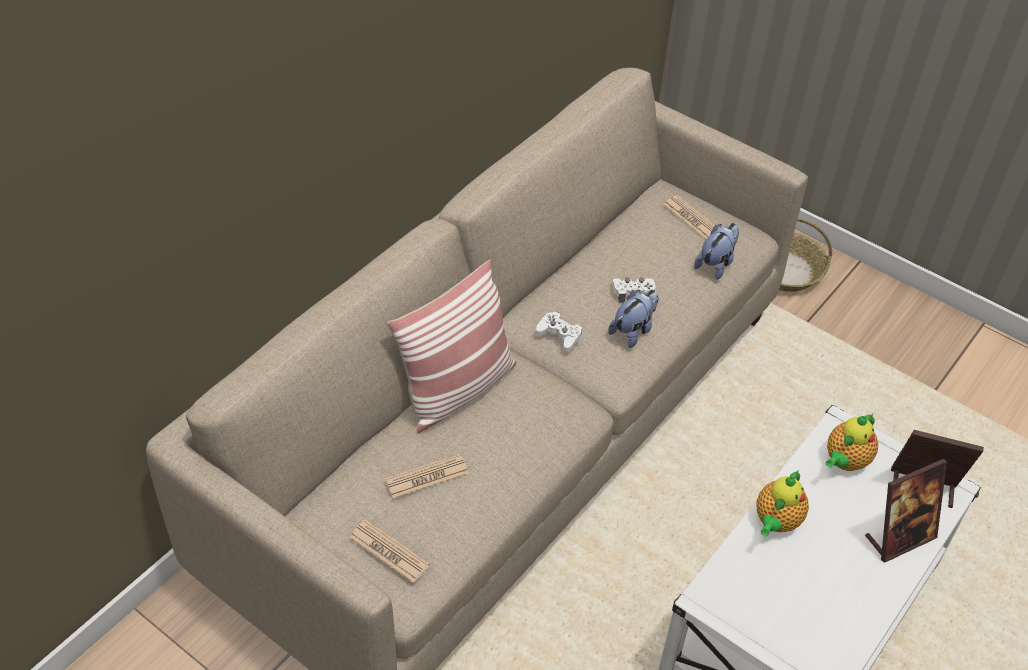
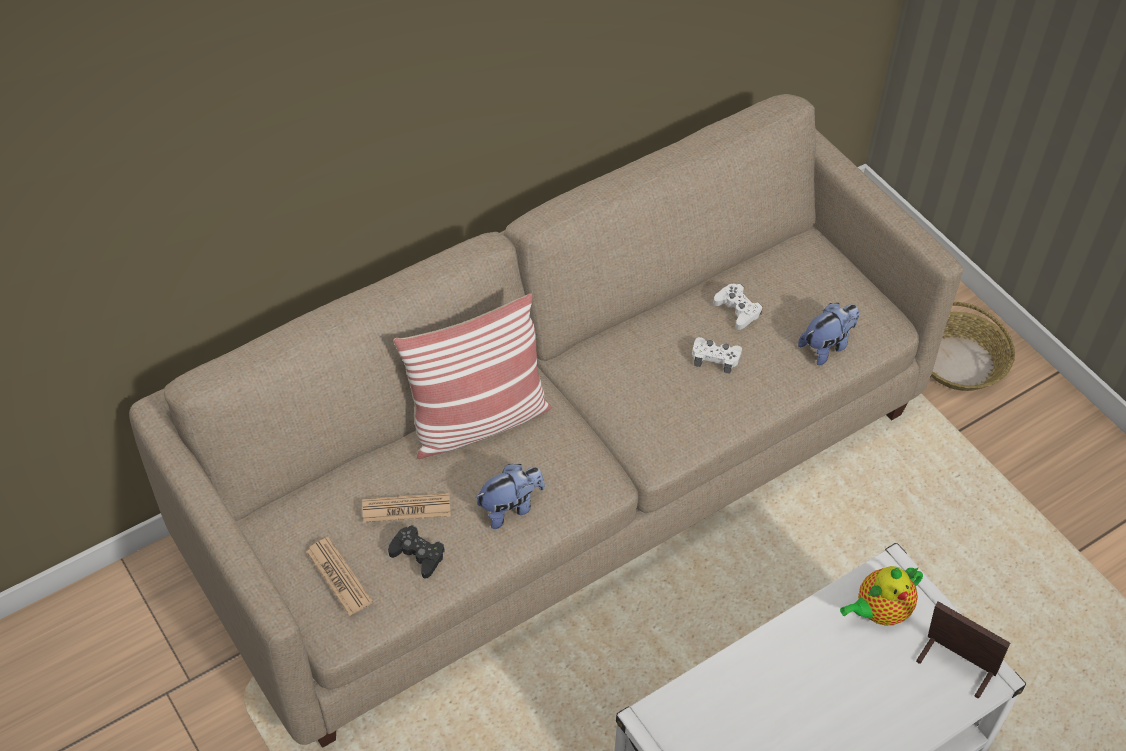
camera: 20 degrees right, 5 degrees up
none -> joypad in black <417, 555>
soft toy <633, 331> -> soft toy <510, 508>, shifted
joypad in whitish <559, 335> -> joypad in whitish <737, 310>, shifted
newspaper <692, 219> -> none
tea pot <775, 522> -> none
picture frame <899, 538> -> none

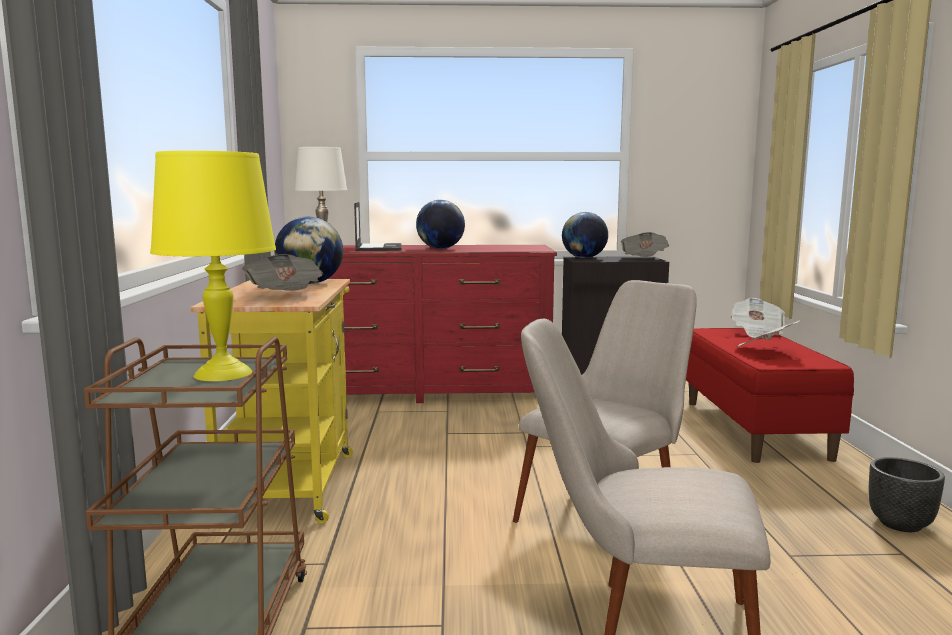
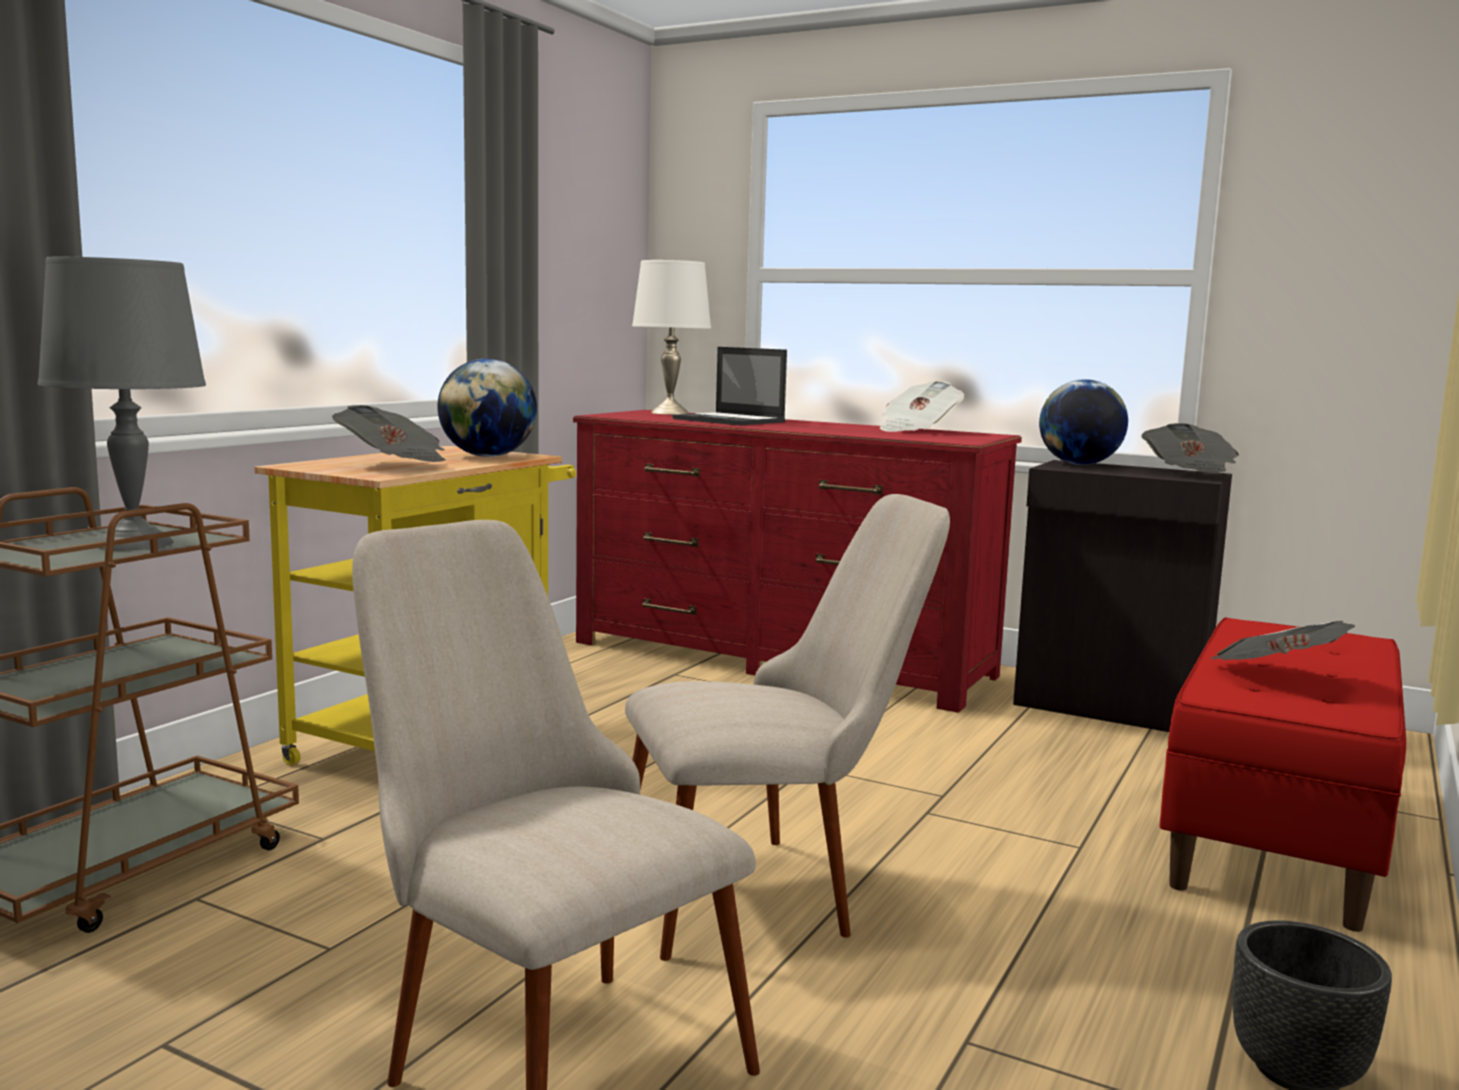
camera: 30 degrees right, 0 degrees up
table lamp in yellowish <223, 374> -> table lamp in gray <133, 543>
notebook computer <379, 248> -> notebook computer <730, 420>, 105 degrees clockwise
newspaper <756, 332> -> newspaper <917, 430>, shifted
desk globe <440, 248> -> none

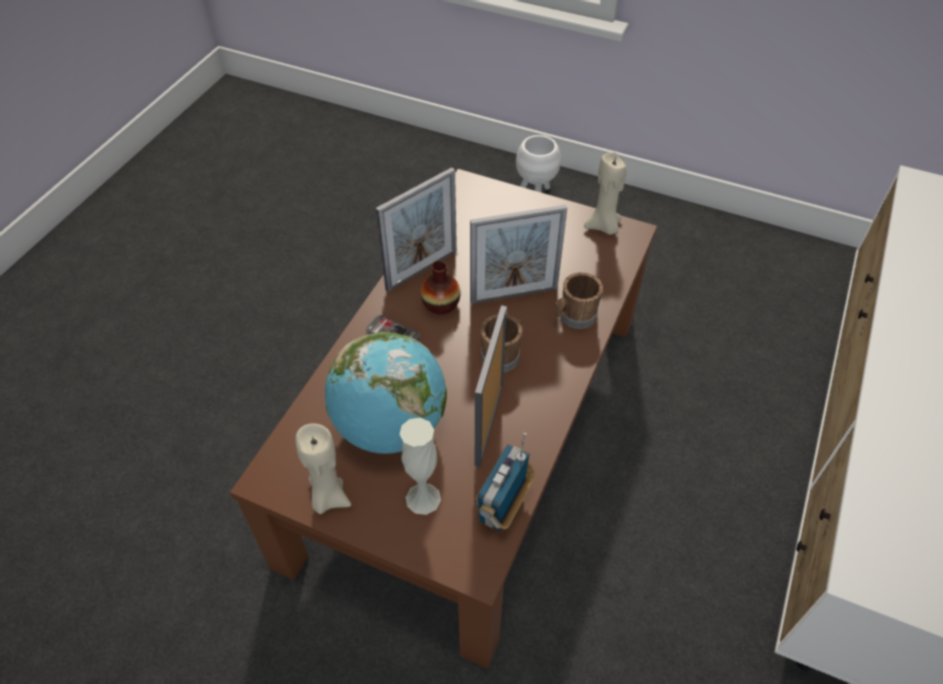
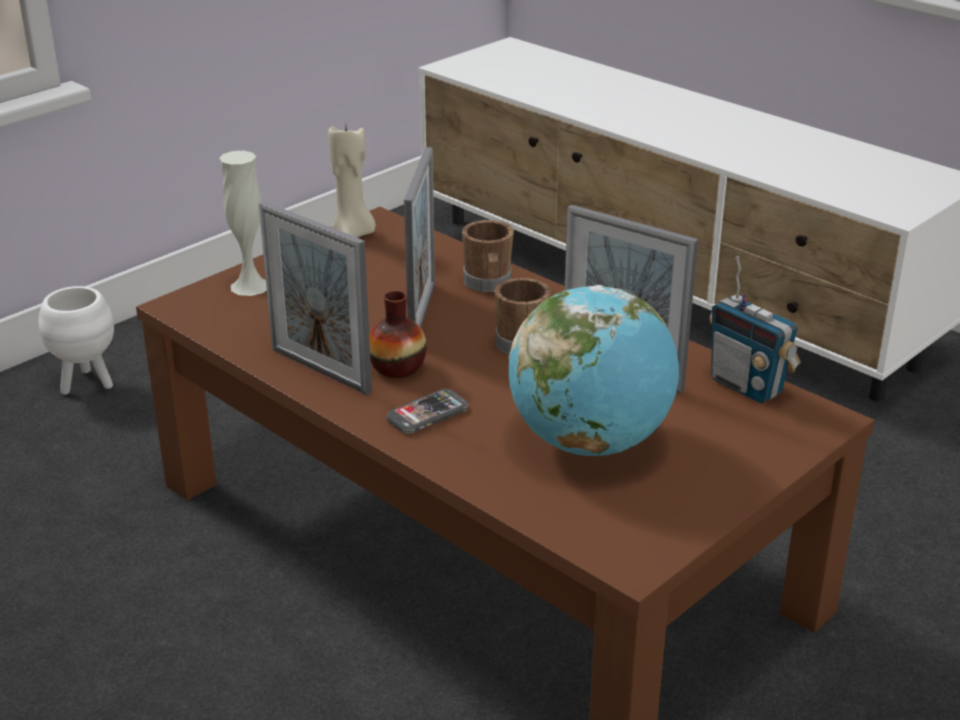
camera: 70 degrees left, 20 degrees down
vase in whitish <423, 498> -> vase in whitish <250, 286>, shifted
picture frame <421, 270> -> picture frame <320, 370>, 150 degrees clockwise
candle in sand-coloured <328, 497> -> none

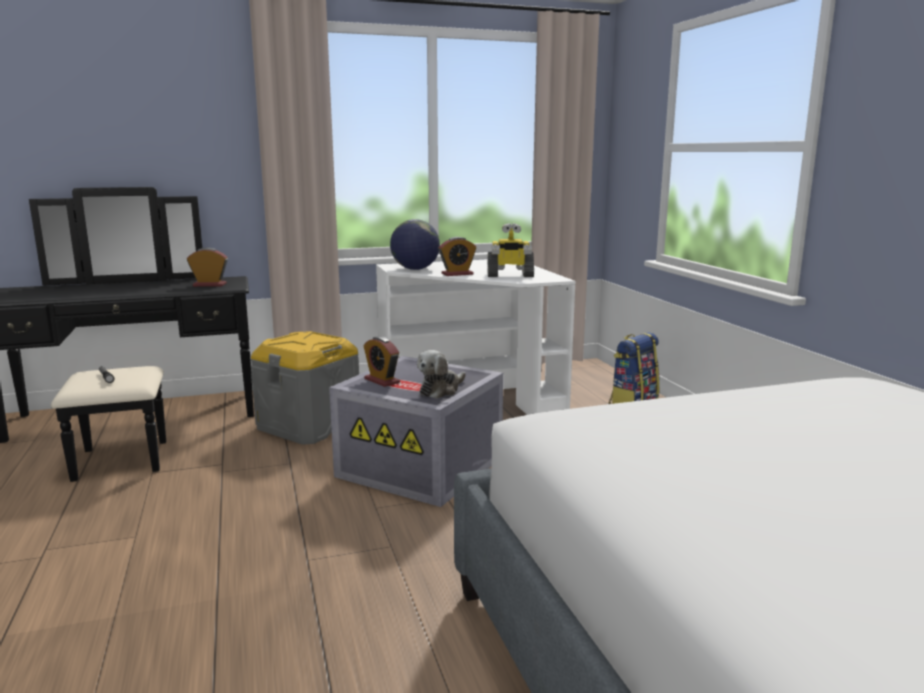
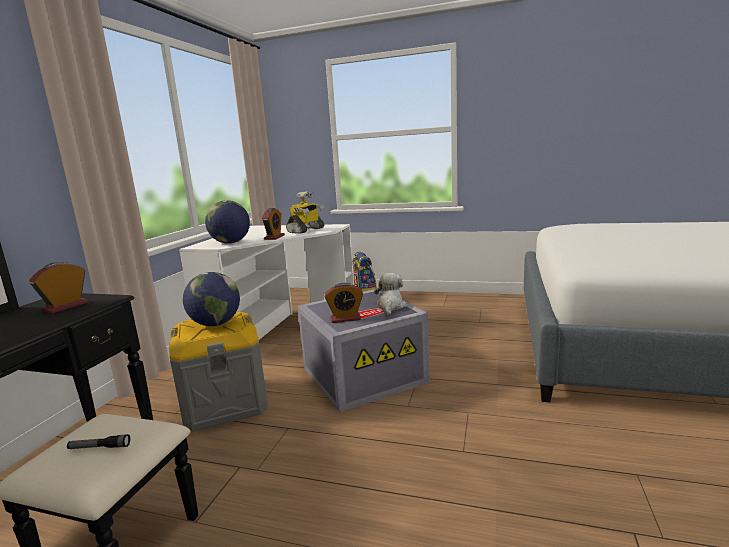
camera: 55 degrees left, 0 degrees up
none -> desk globe <215, 324>
soft toy <441, 390> -> soft toy <390, 306>, 150 degrees counterclockwise

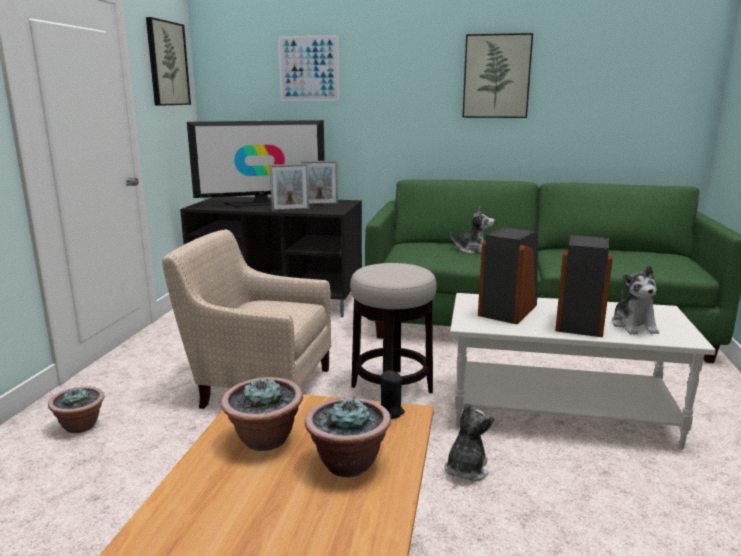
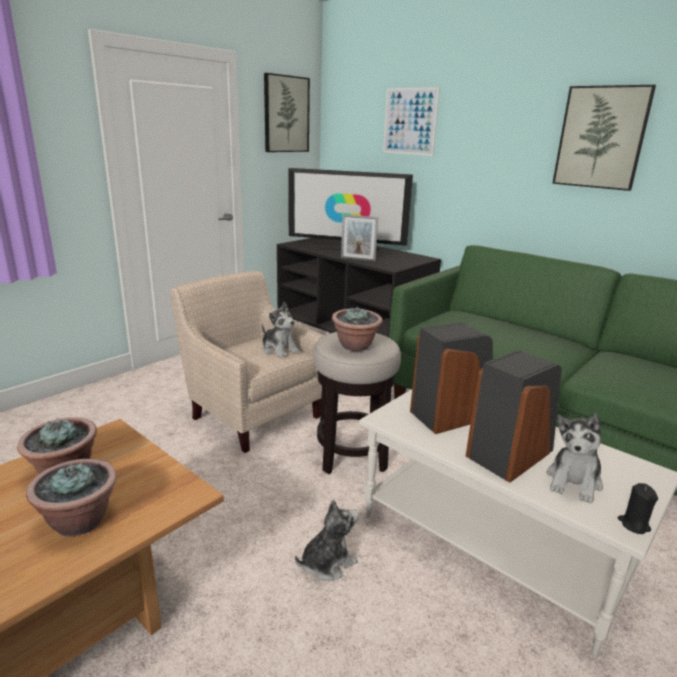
camera: 30 degrees right, 5 degrees up
soft toy <472, 250> -> soft toy <279, 350>, shifted
potted plant <81, 426> -> potted plant <356, 346>, shifted
candle in black <390, 412> -> candle in black <633, 524>, shifted
picture frame <320, 204> -> none

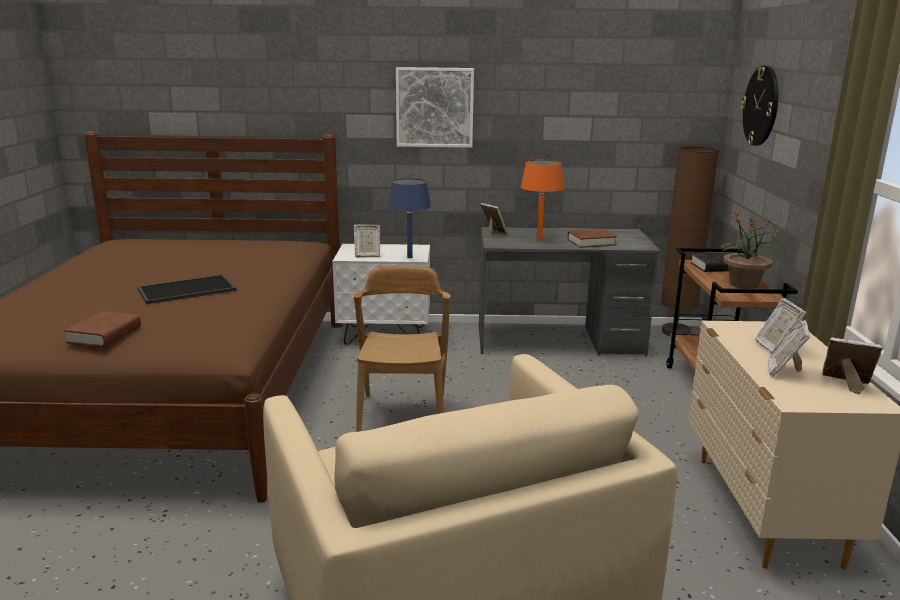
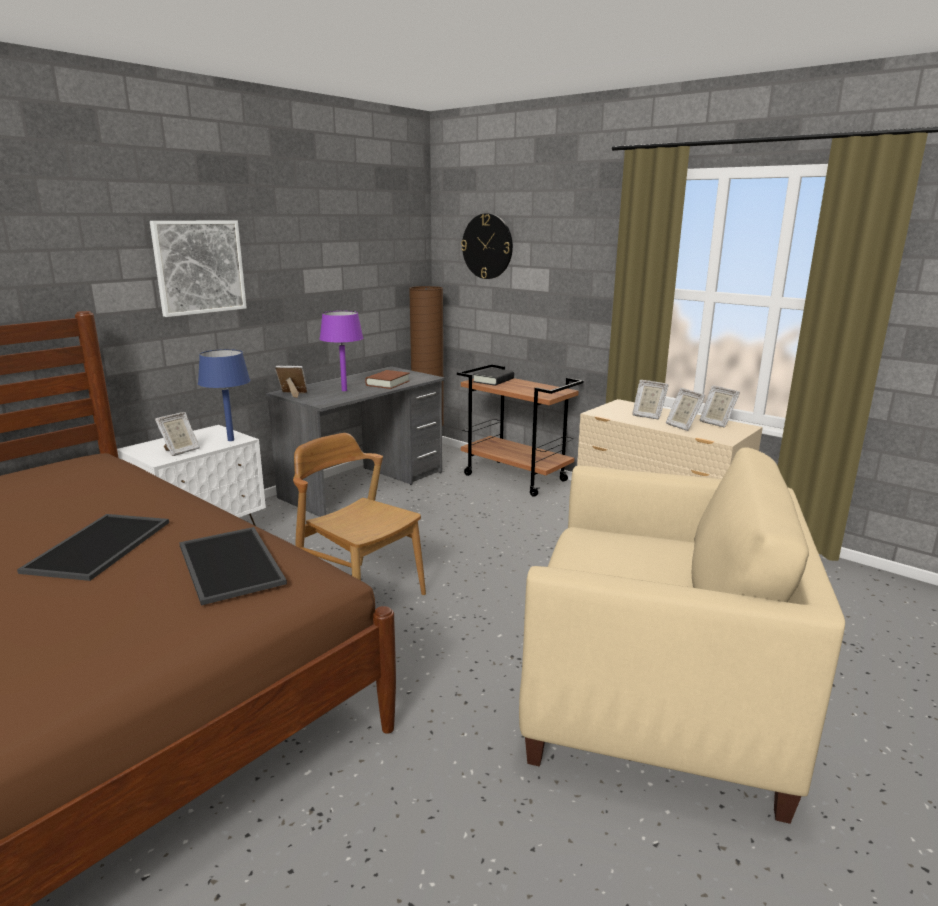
camera: 50 degrees left, 0 degrees up
none -> serving tray <228, 564>
table lamp in orange-coloured <539, 239> -> table lamp in purple-coloured <344, 390>
picture frame <846, 385> -> picture frame <716, 423>, 105 degrees counterclockwise
book in brownish <104, 335> -> none
potted plant <744, 284> -> none

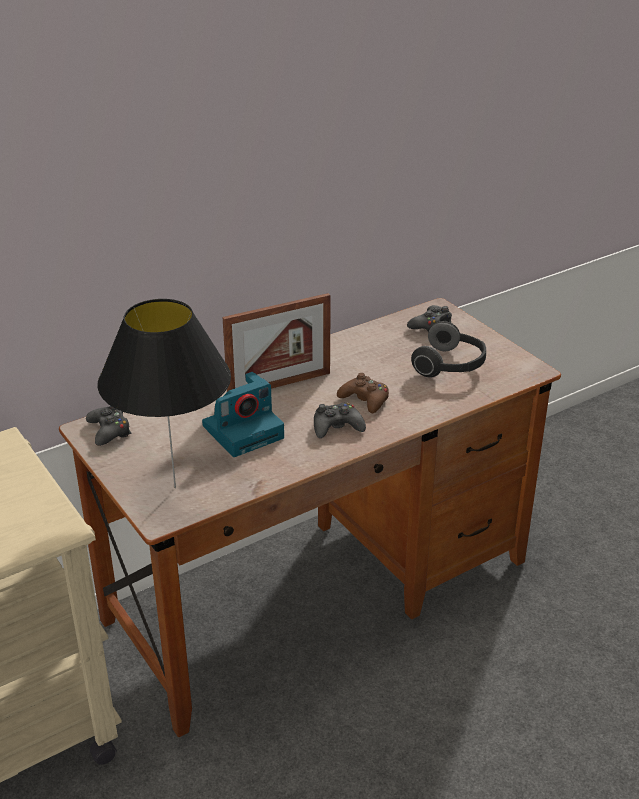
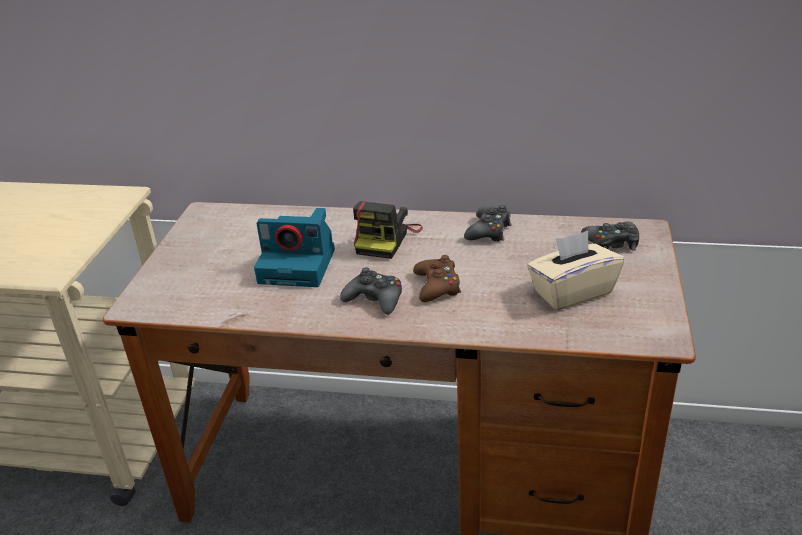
camera: 45 degrees right, 0 degrees up
picture frame <279, 385> -> still camera <386, 239>
joypad in black <109, 431> -> joypad in black <489, 231>, shifted
pair of headphones <450, 366> -> box of tissues in sand-coloured <572, 292>
table lamp in black <175, 487> -> none

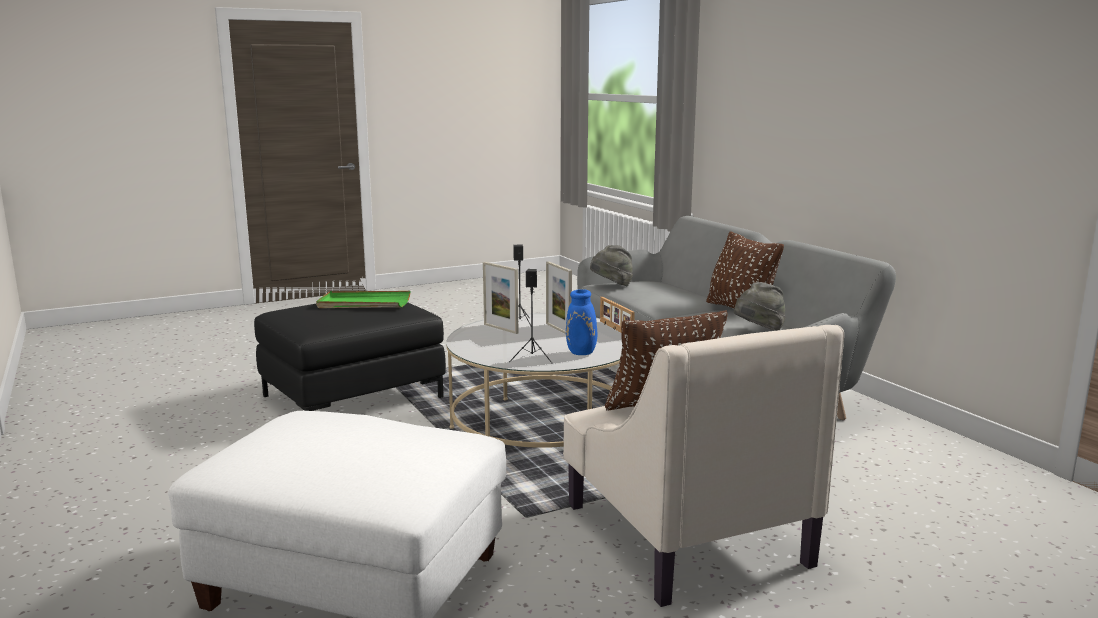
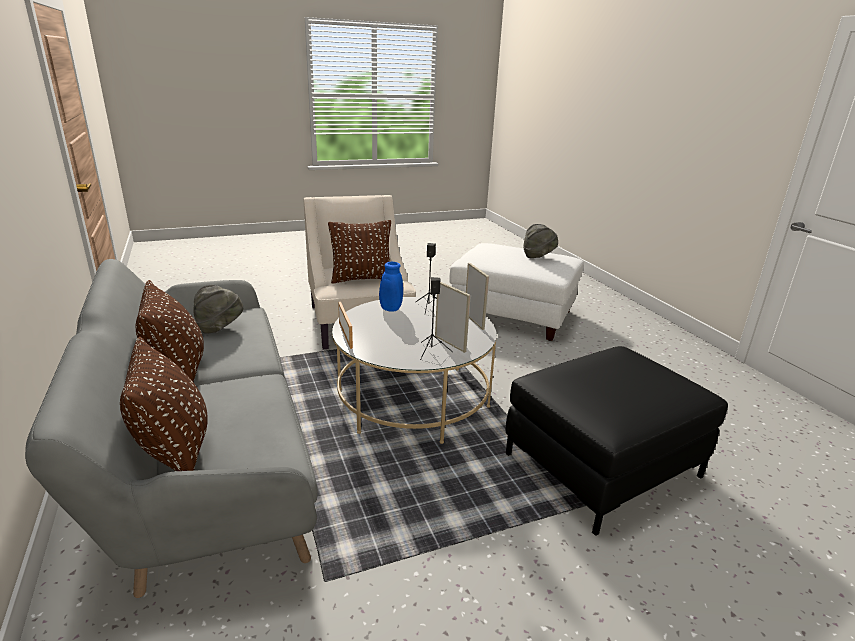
camera: 175 degrees left, 10 degrees up
none -> cushion in brownish <175, 450>
picture frame <558, 329> -> picture frame <474, 321>, shifted
wearable hat in gray <611, 286> -> wearable hat in gray <538, 256>, shifted
serving tray in green <363, 303> -> none

